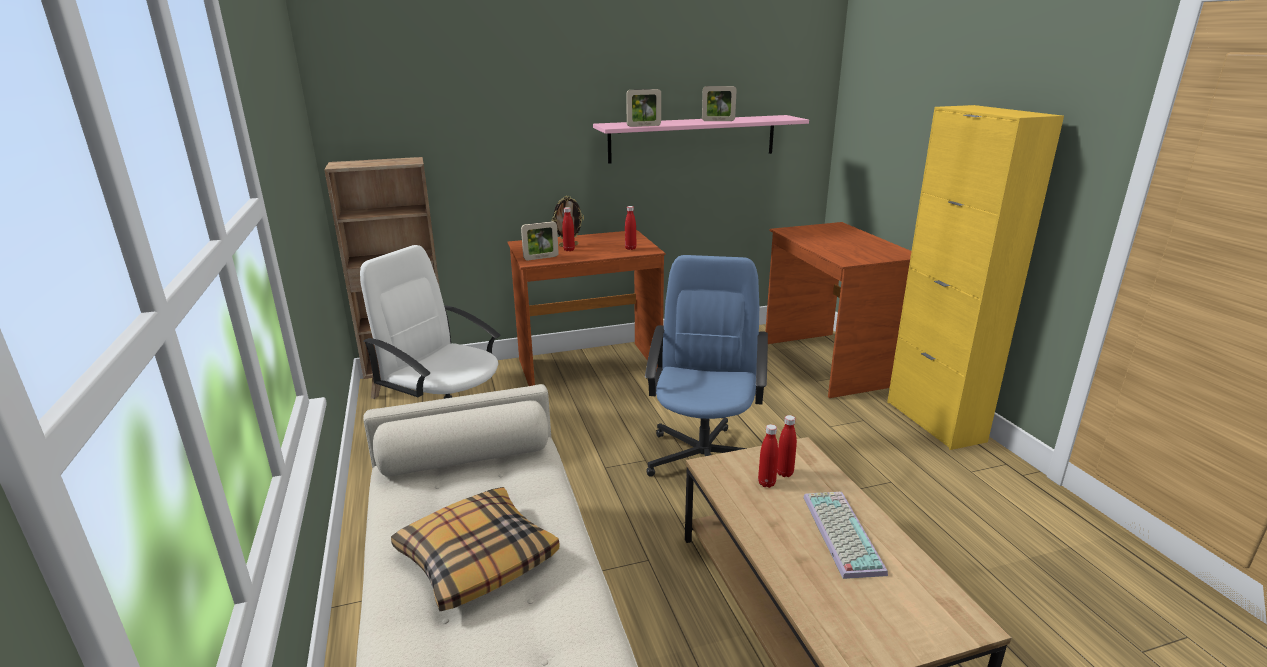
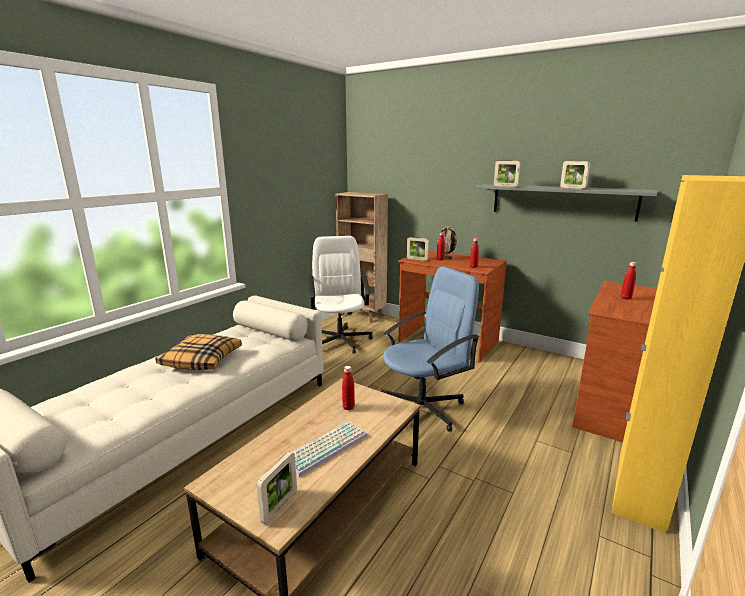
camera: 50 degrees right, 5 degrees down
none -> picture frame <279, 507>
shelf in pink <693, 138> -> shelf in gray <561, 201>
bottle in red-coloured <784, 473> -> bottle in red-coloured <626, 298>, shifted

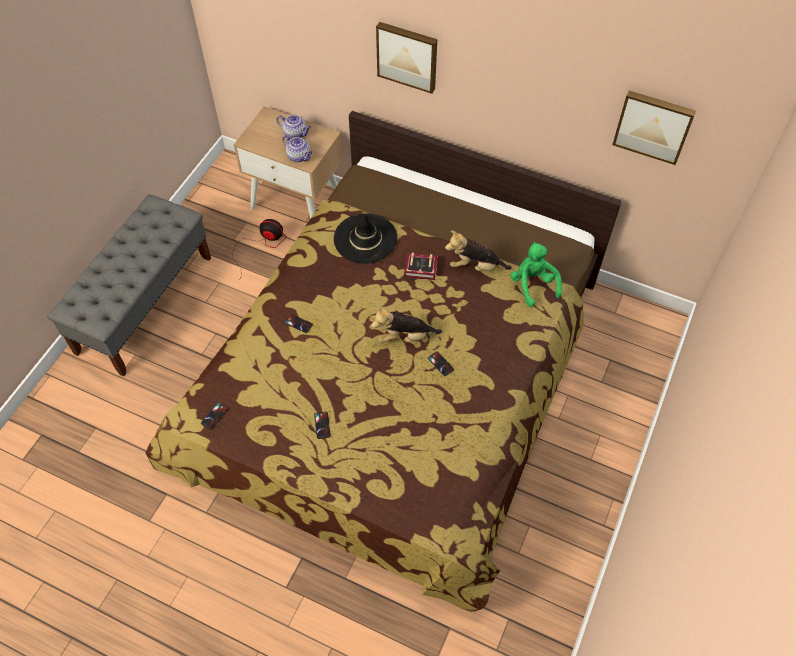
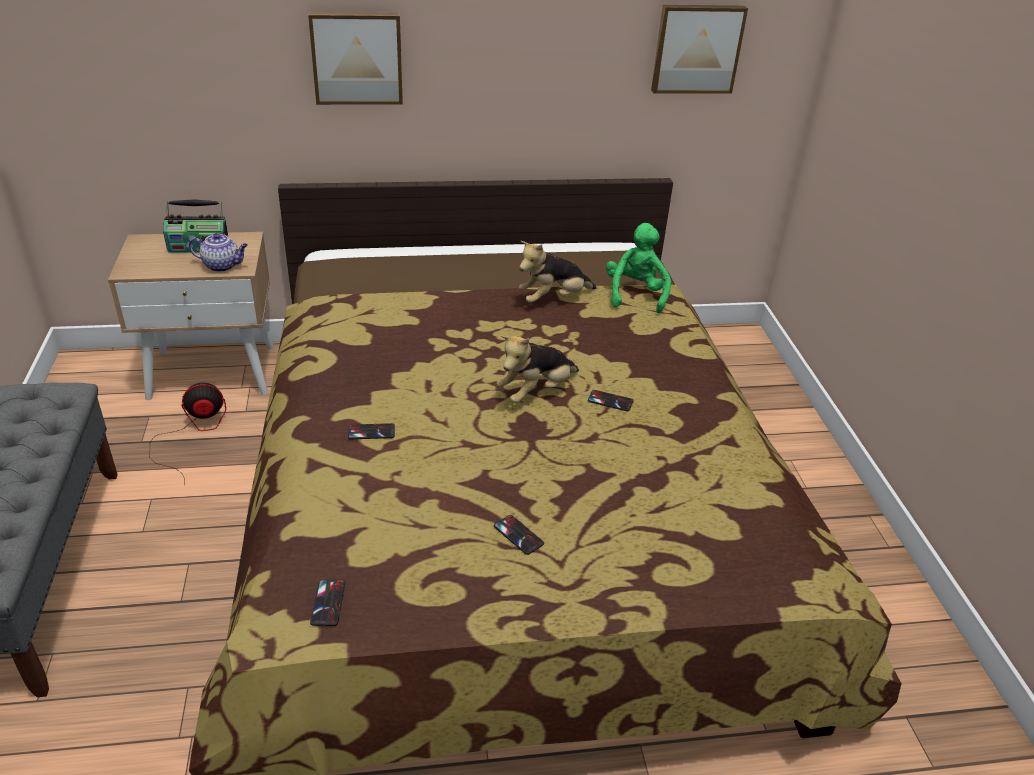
camera: 35 degrees left, 20 degrees down
tea pot <295, 134> -> radio receiver <199, 247>
soft toy in green <533, 285> -> soft toy in green <635, 294>, 60 degrees clockwise
wearable hat in black <365, 239> -> none
book <422, 269> -> none

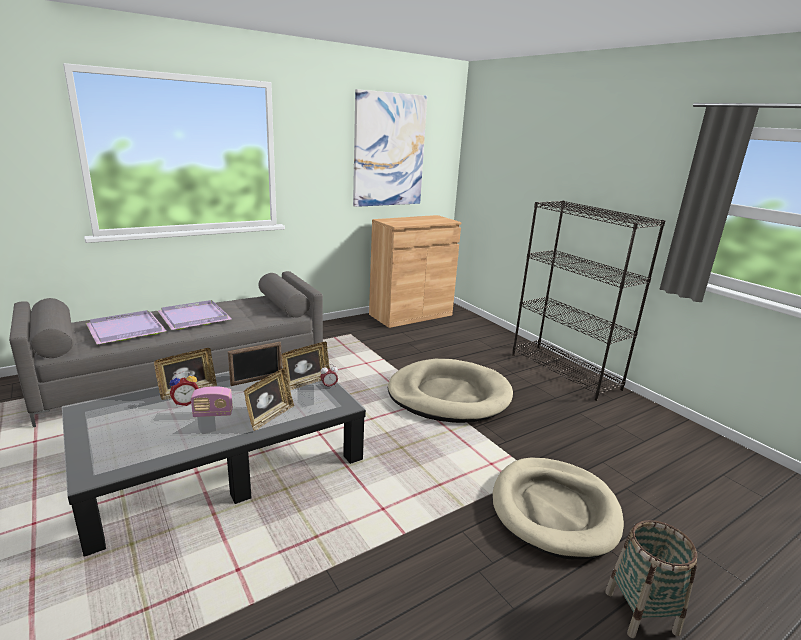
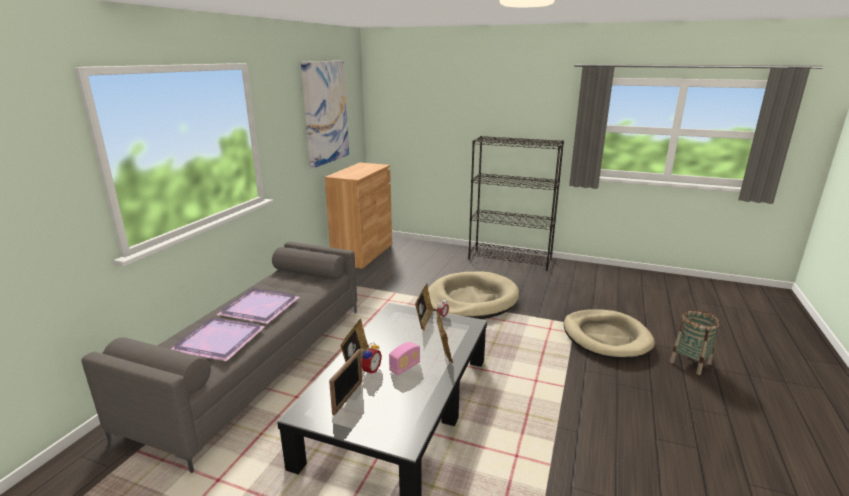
camera: 35 degrees left, 0 degrees up
picture frame <257, 380> -> picture frame <348, 397>, shifted

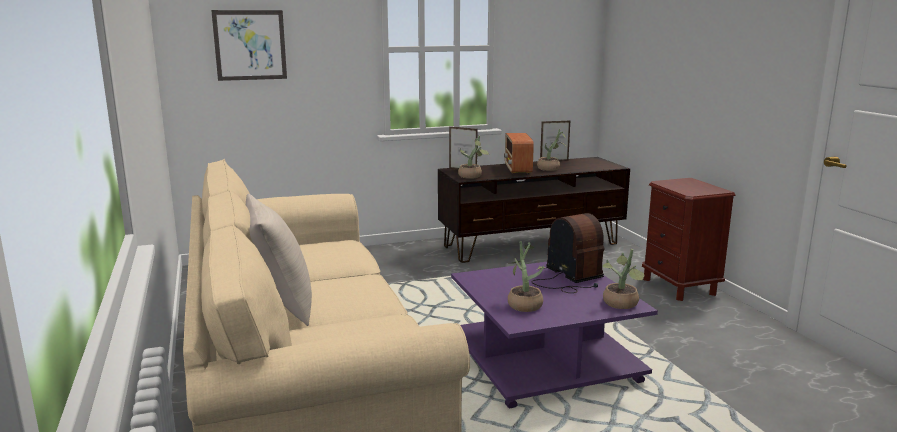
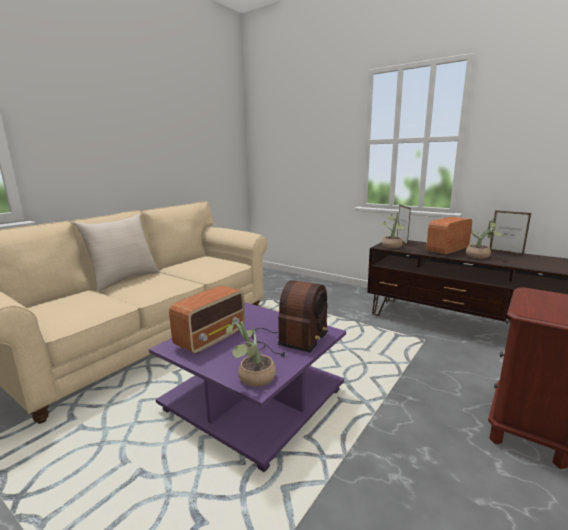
camera: 55 degrees right, 0 degrees up
potted plant <523, 304> -> radio receiver <212, 338>
picture <250, 45> -> none

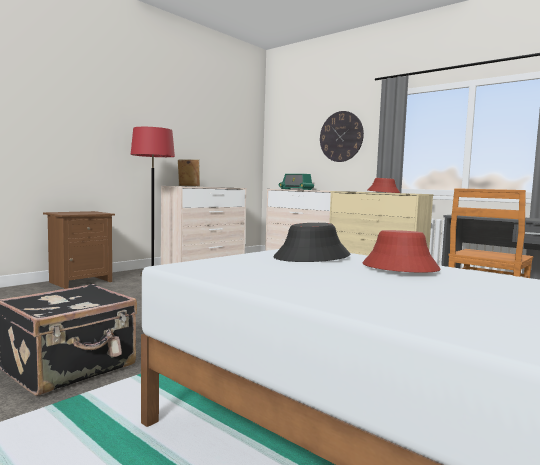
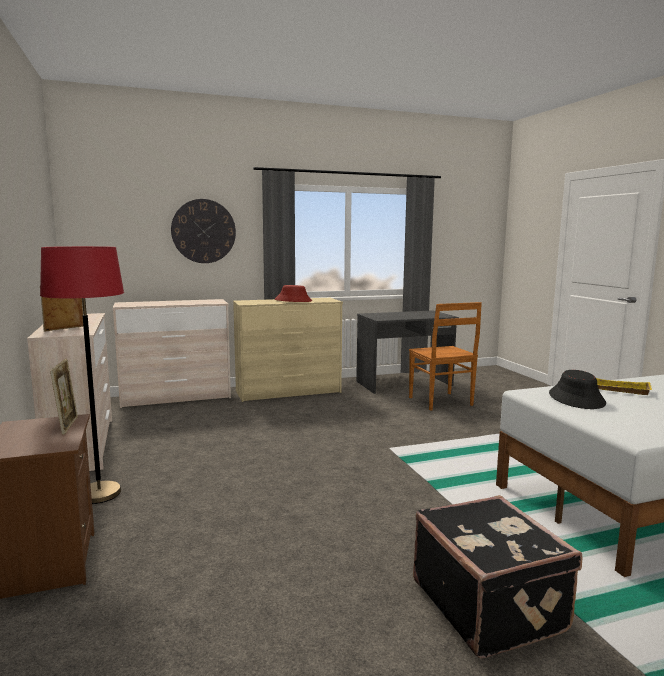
camera: 60 degrees left, 5 degrees up
none -> picture frame <67, 425>
wearable hat in red-coloured <399, 268> -> serving tray in yellowish <620, 390>
radio receiver <296, 189> -> none

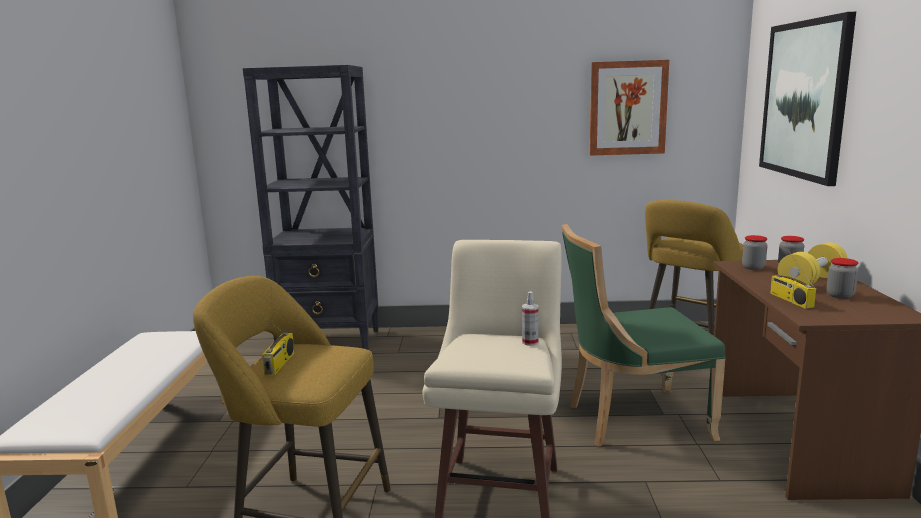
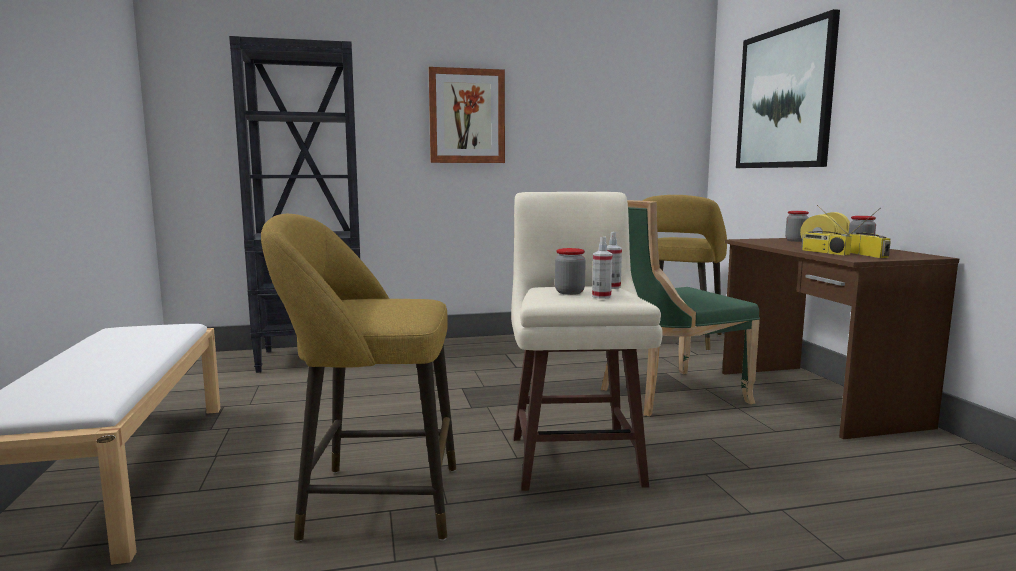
camera: 15 degrees left, 5 degrees down
picture <627, 108> -> picture <467, 116>, shifted
preserve jar <753, 268> -> preserve jar <569, 292>, shifted
none -> spray bottle <601, 296>
radio receiver <280, 364> -> radio receiver <868, 255>, shifted

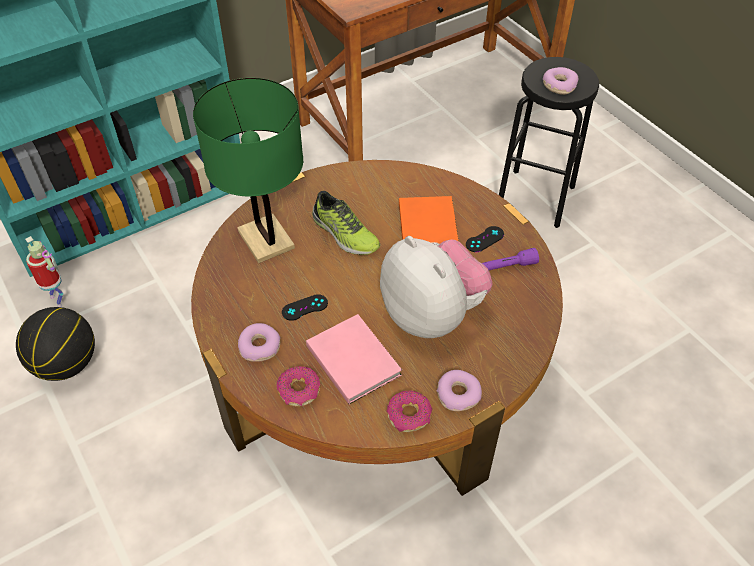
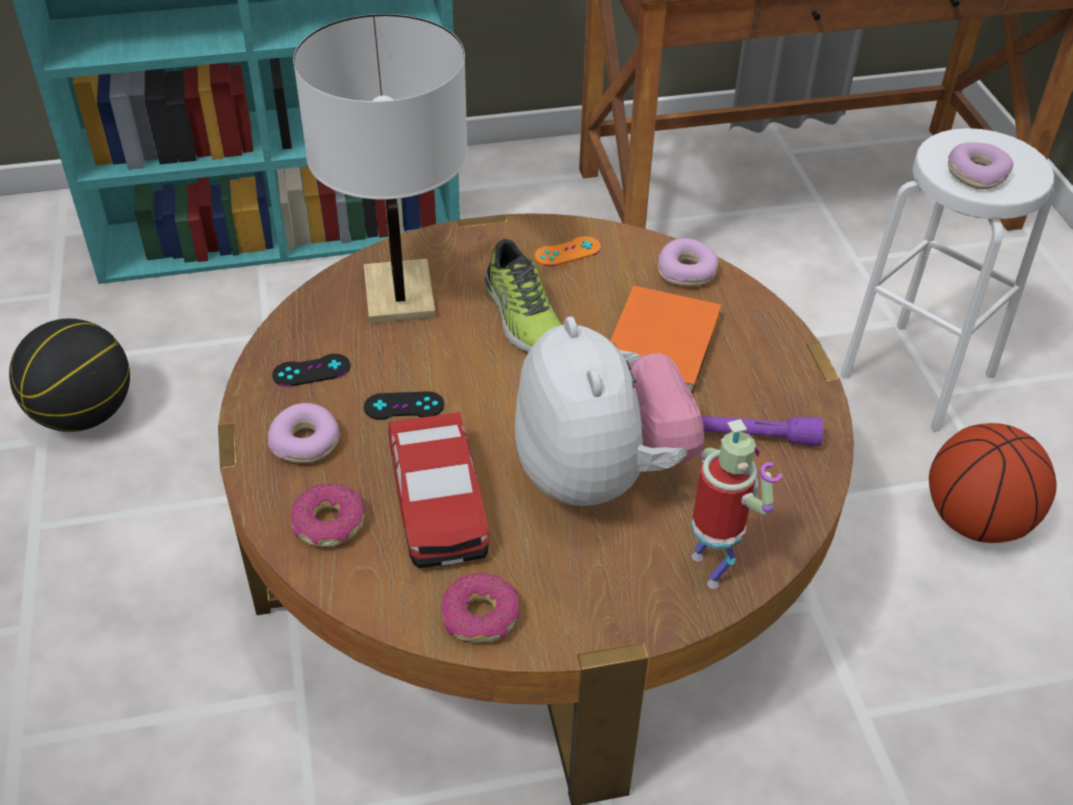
camera: 20 degrees right, 5 degrees down
joypad in black <484, 239> -> joypad in black <311, 371>, shifted
table lamp in green <265, 239> -> table lamp in whitish <398, 294>
book in pink <353, 358> -> miniature car <438, 502>
none -> joypad in orange-coloured <567, 252>
donut <458, 394> -> donut <686, 271>, shifted
robot figure <59, 300> -> robot figure <712, 569>, shifted
stool in black <535, 198> -> stool in whitish <917, 375>
none -> ball for basketball <975, 521>

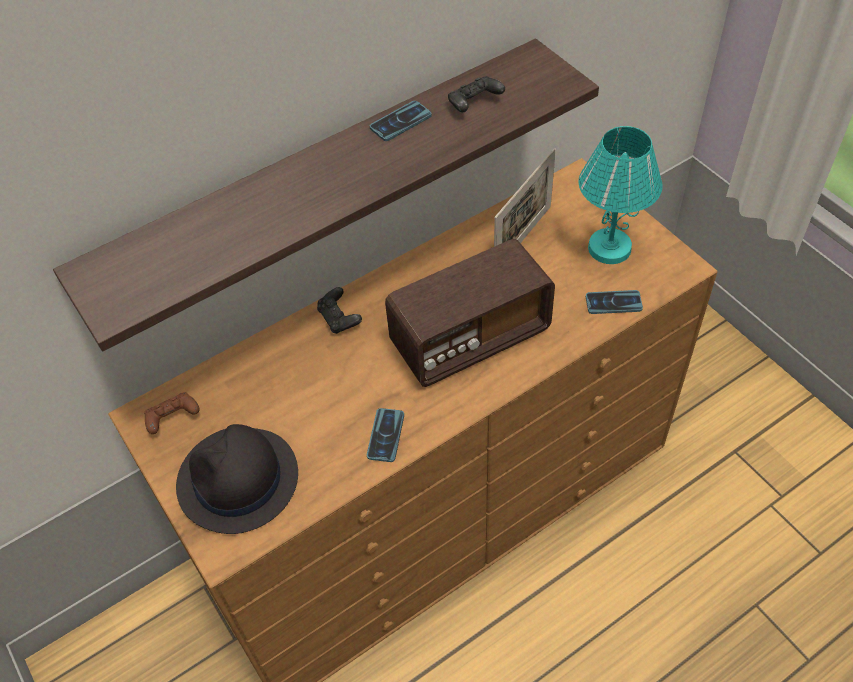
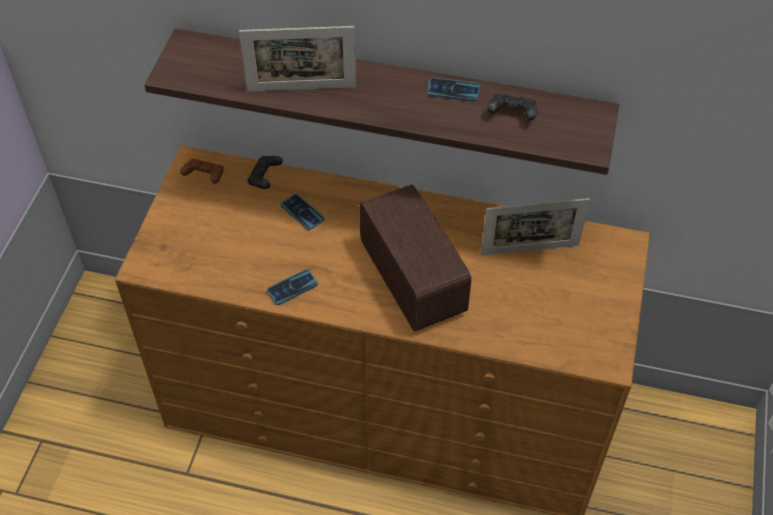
camera: 45 degrees right, 0 degrees up
none -> picture frame <301, 89>
joypad in black <339, 319> -> joypad in black <265, 178>, shifted
phone <613, 303> -> phone <302, 212>, shifted
radio receiver <470, 338> -> radio receiver <412, 279>, 135 degrees counterclockwise
wearable hat in black <238, 481> -> none
table lamp in turquoise <610, 248> -> none

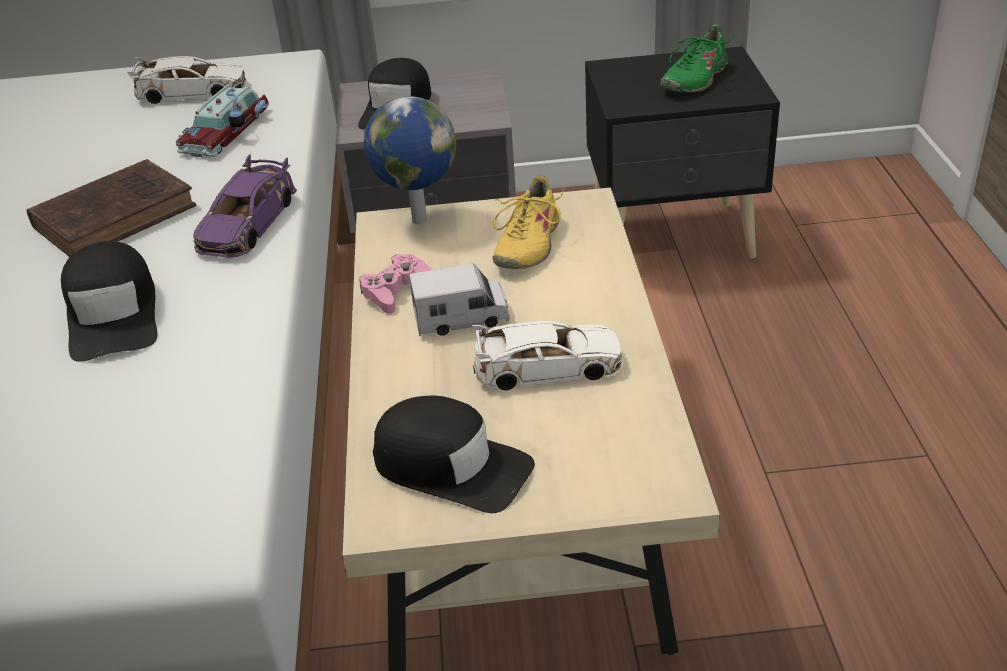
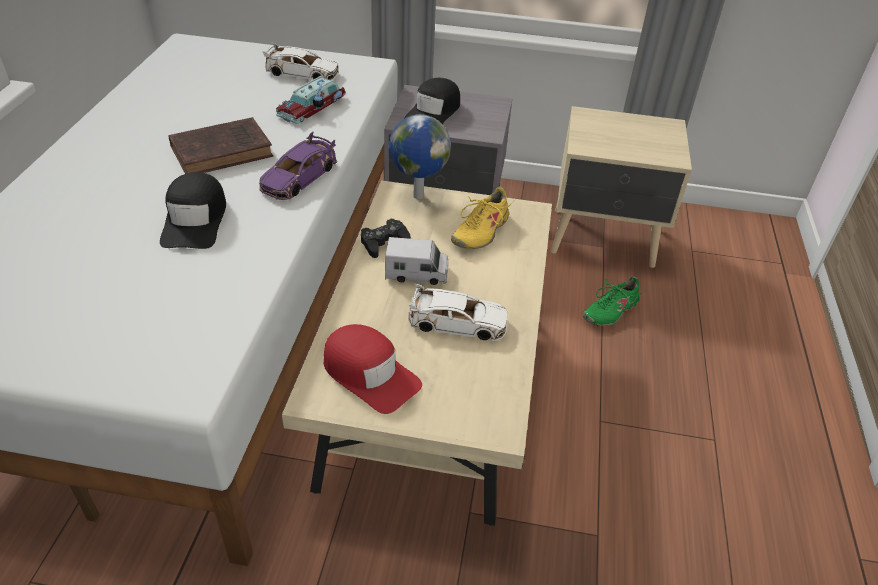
camera: 10 degrees right, 5 degrees up
cap in black <451, 466> -> cap in red-coloured <370, 374>
joypad in pink <396, 291> -> joypad in black <384, 243>
night table in black <674, 239> -> night table in sand-coloured <604, 239>
shoe in green <694, 79> -> shoe in green <610, 311>, shifted

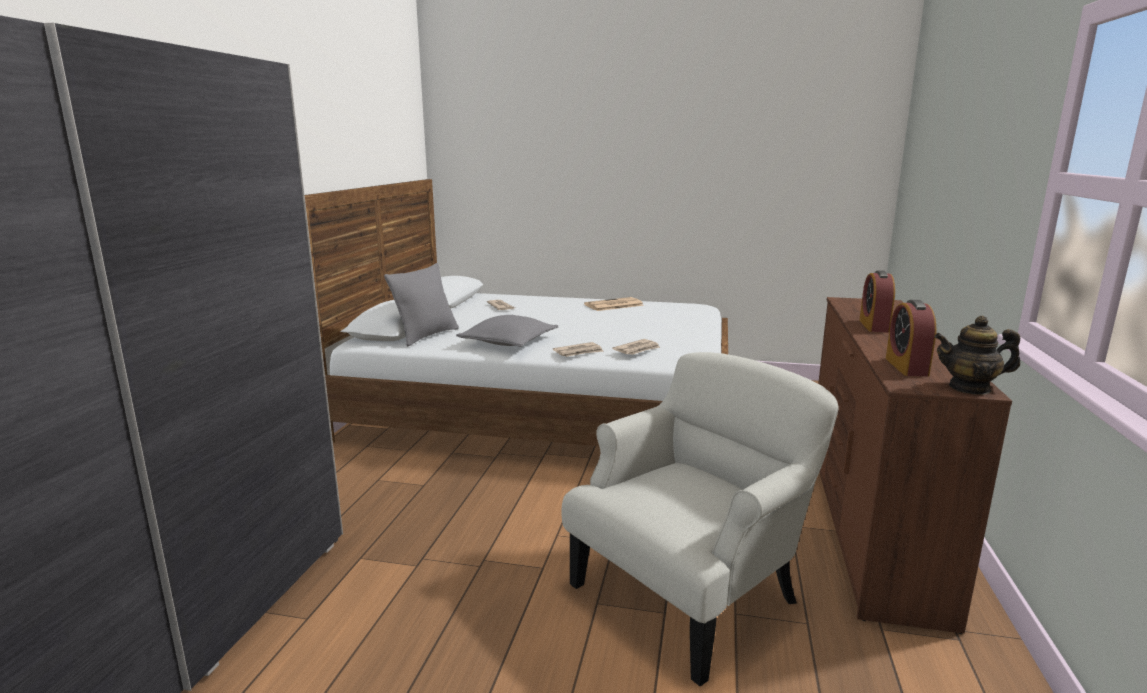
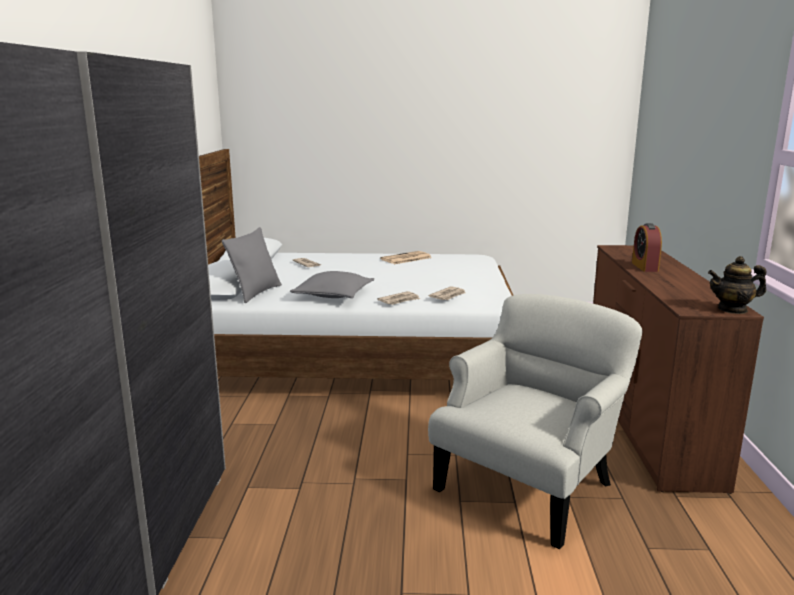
camera: 10 degrees left, 0 degrees up
table clock <906, 367> -> none

